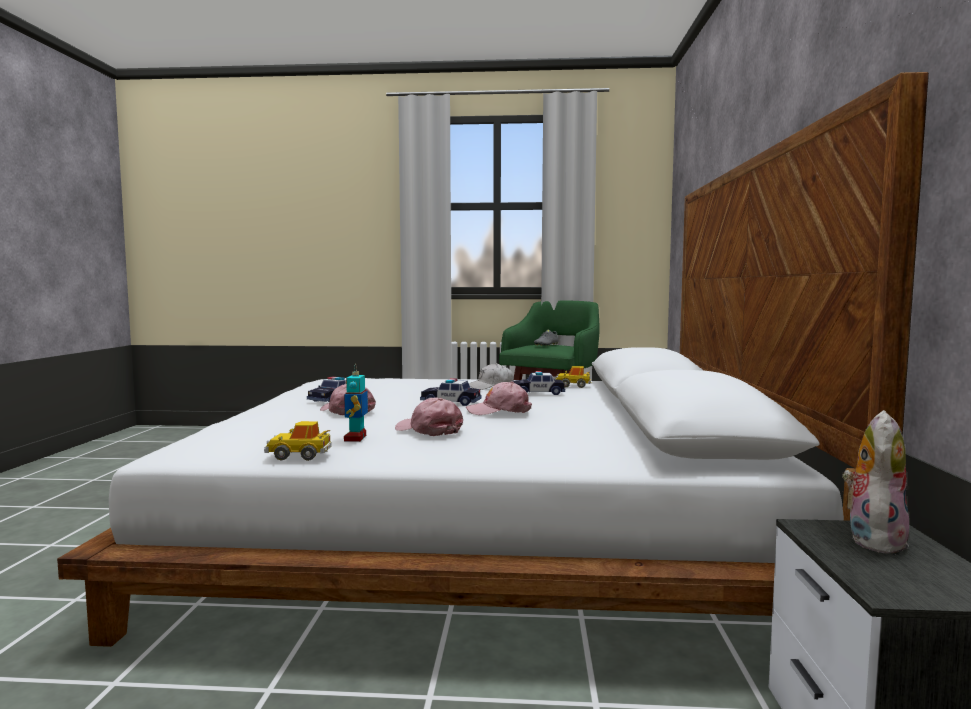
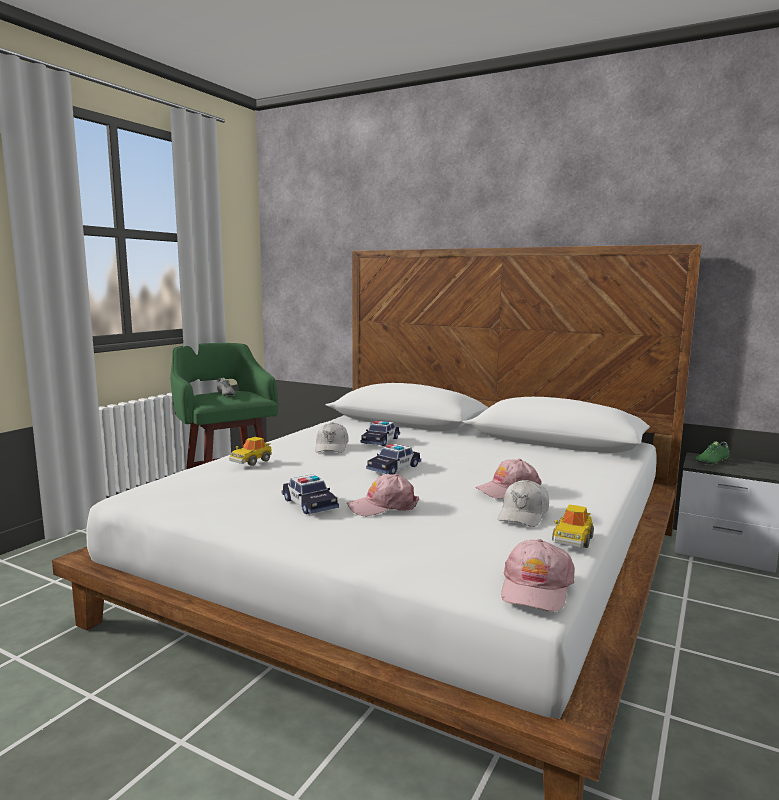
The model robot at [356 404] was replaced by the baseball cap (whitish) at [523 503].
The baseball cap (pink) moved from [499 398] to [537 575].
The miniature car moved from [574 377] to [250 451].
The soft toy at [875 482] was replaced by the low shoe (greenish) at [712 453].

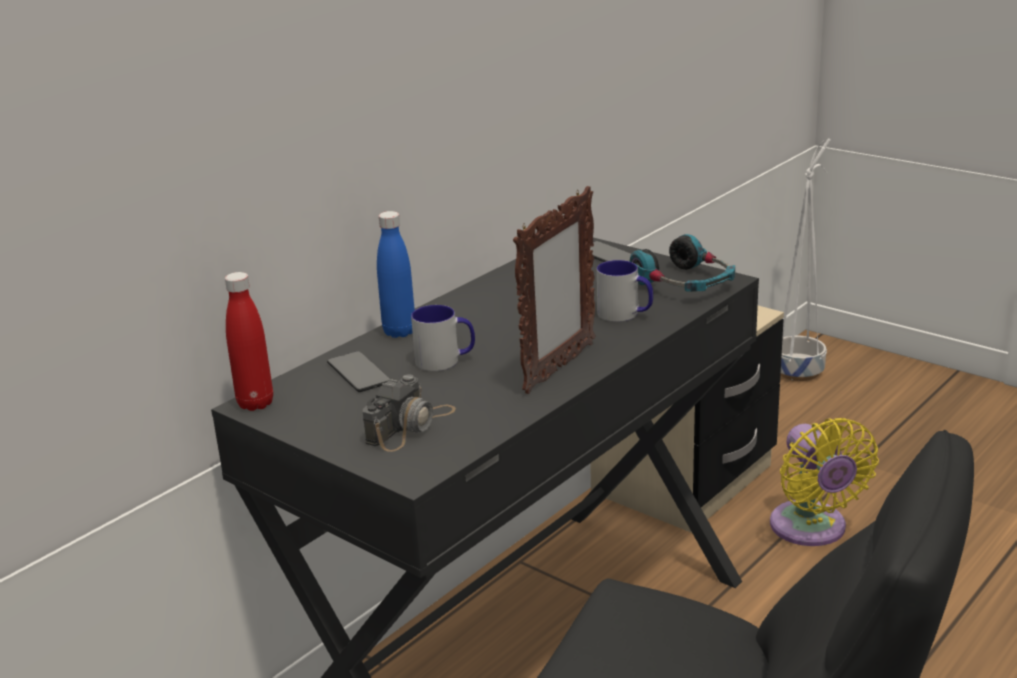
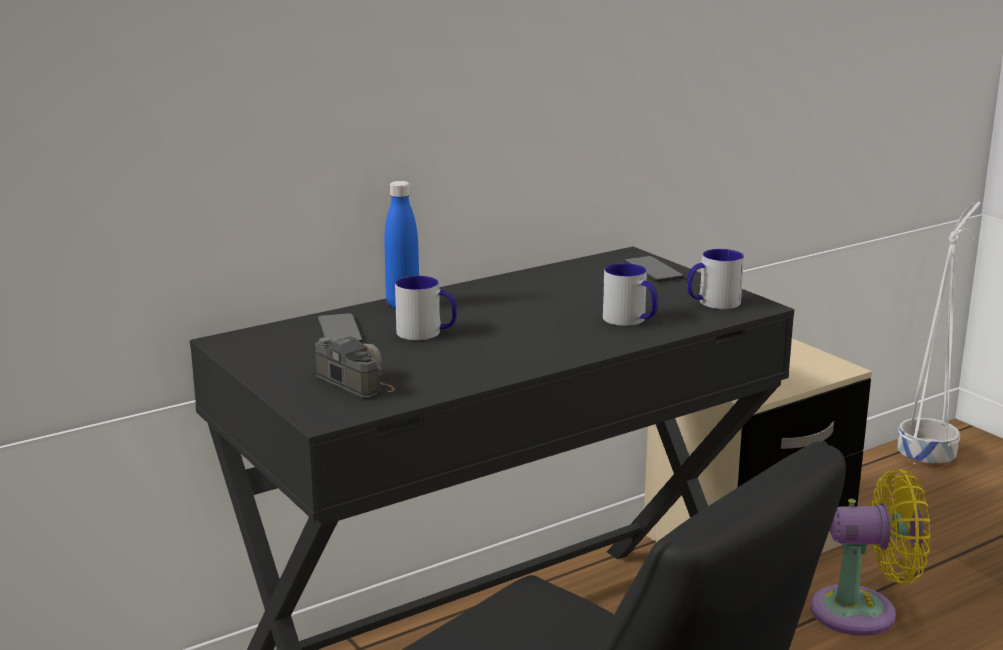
The bottle (red-coloured) at [249 341] disappeared.
The photo camera at [409 413] turned 90 degrees counterclockwise.
The photo frame at [554 290] disappeared.
The headphones at [682 263] was replaced by the coffee mug at [715 279].
The cooling fan (yellow) at [824 482] turned 90 degrees counterclockwise.

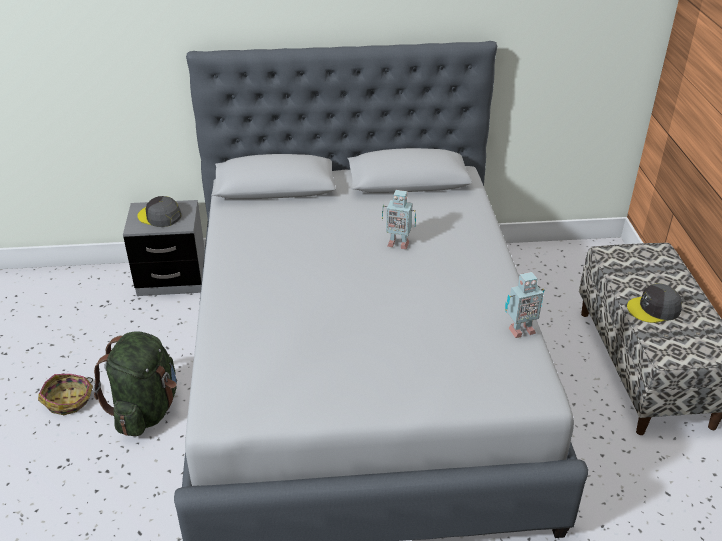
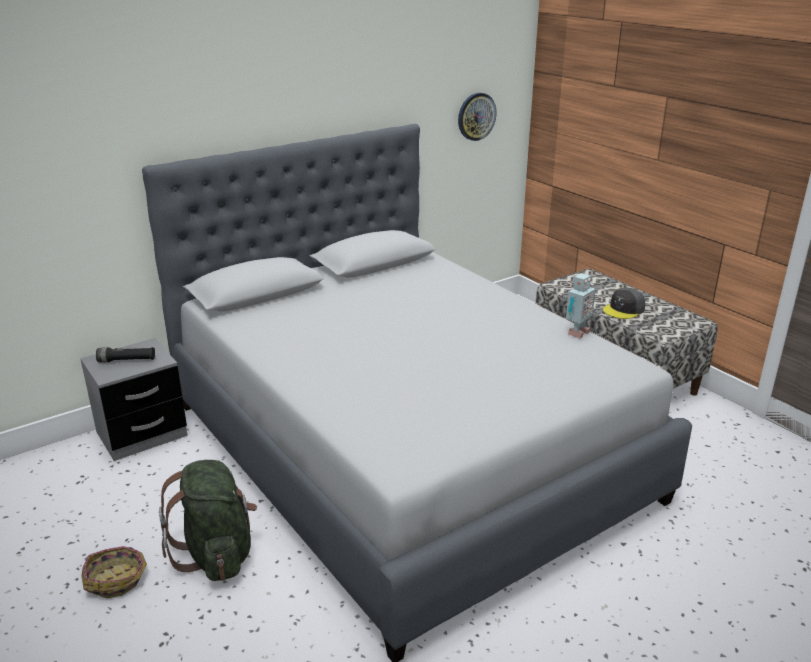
The baseball cap (grey) at [159 211] was replaced by the torch (black-coloured) at [125 355].
The model robot at [399 220] disappeared.
The hanging clock at [477 117] appeared.

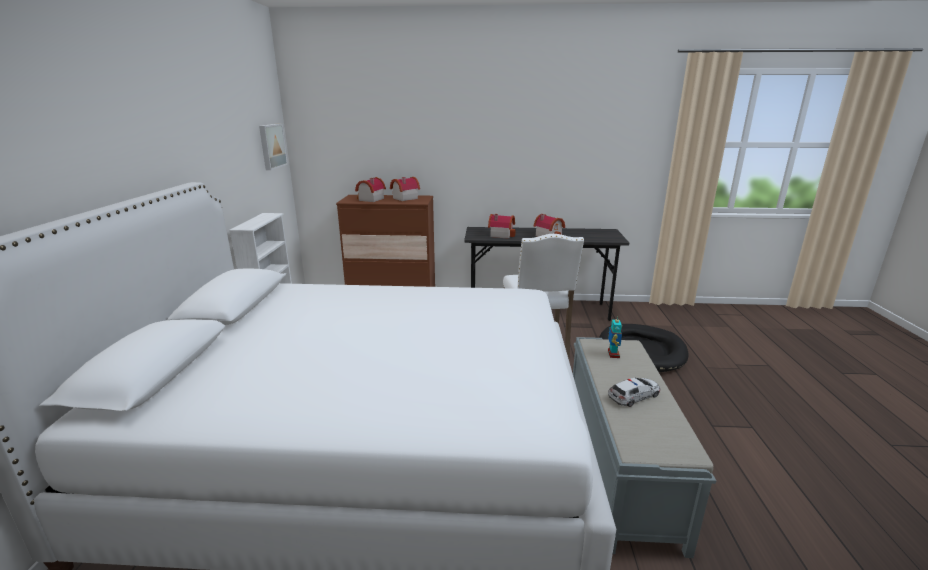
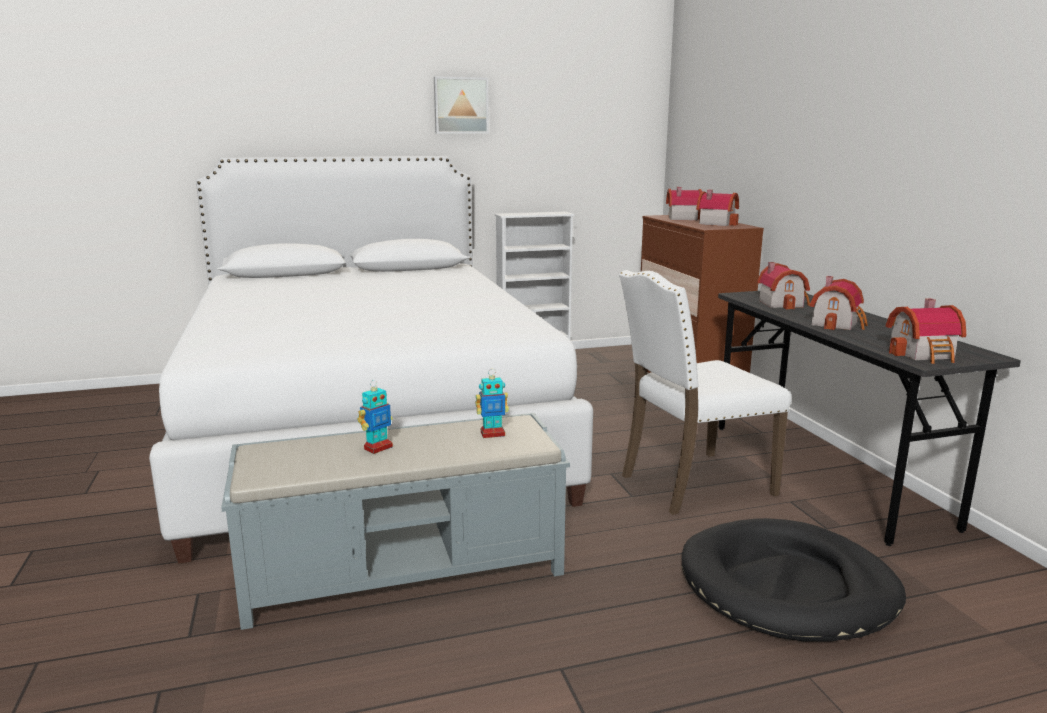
The wall art moved from [273 147] to [461 105].
The miniature car at [634 392] was replaced by the model robot at [375 417].
The model house at [926 331] appeared.

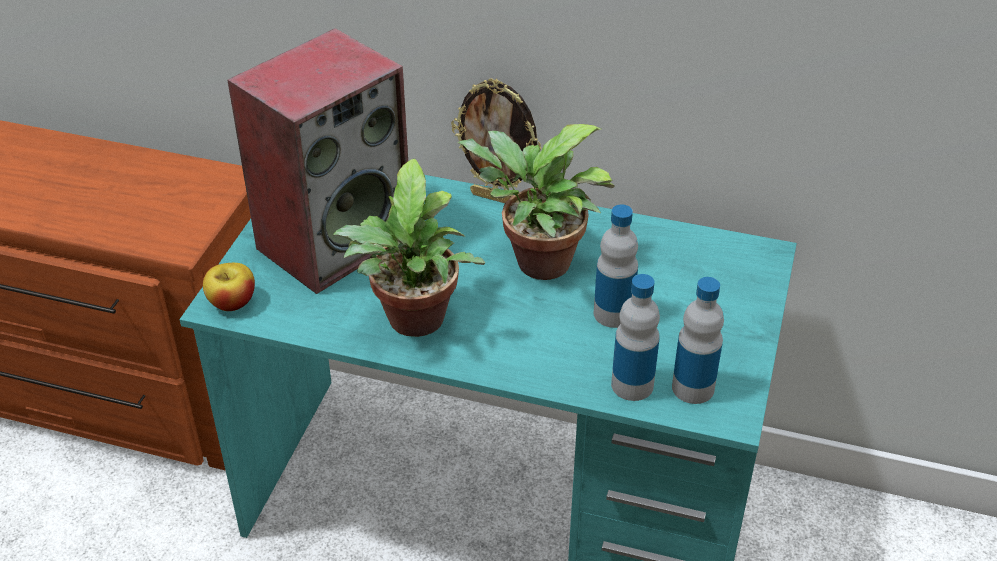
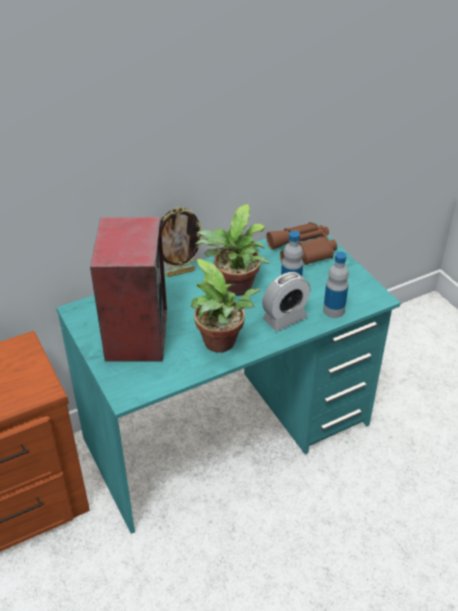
The whole apple at [229 287] disappeared.
The bottle at [698 340] disappeared.
The alarm clock at [286 301] appeared.
The field glasses (brown) at [301 243] appeared.

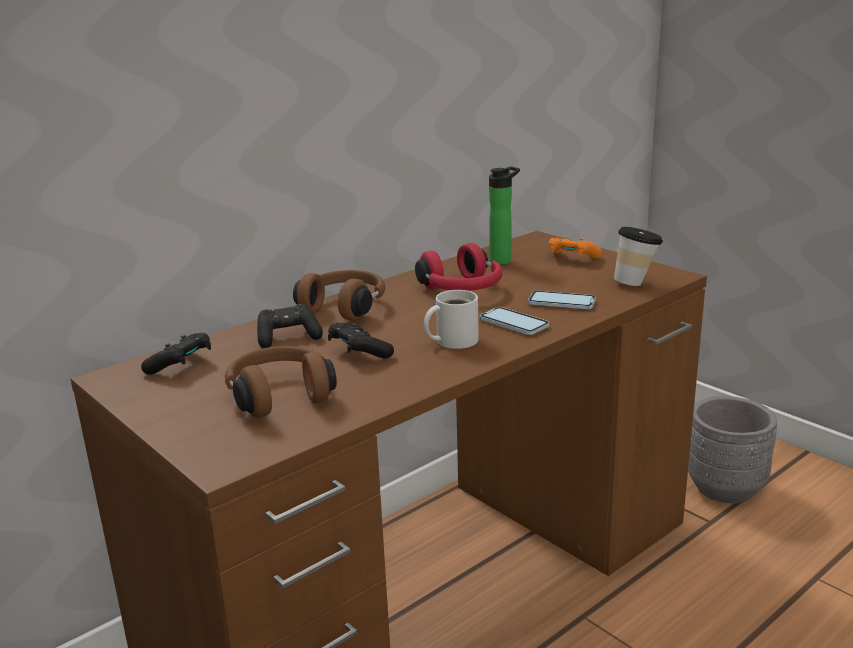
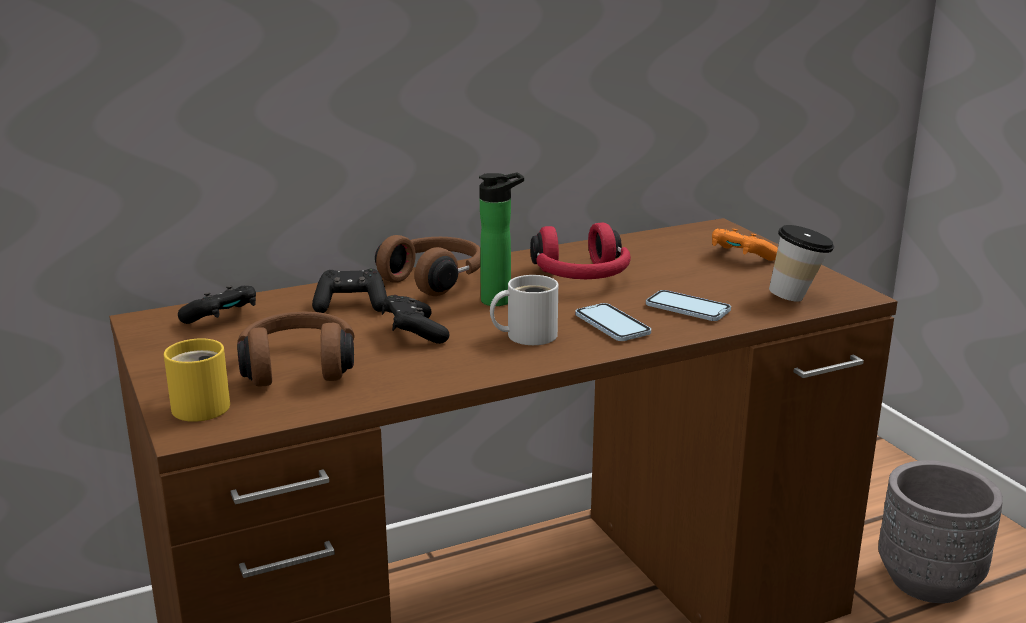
The bottle moved from [504 215] to [501 239].
The coffee mug (yellow) at [197 380] appeared.

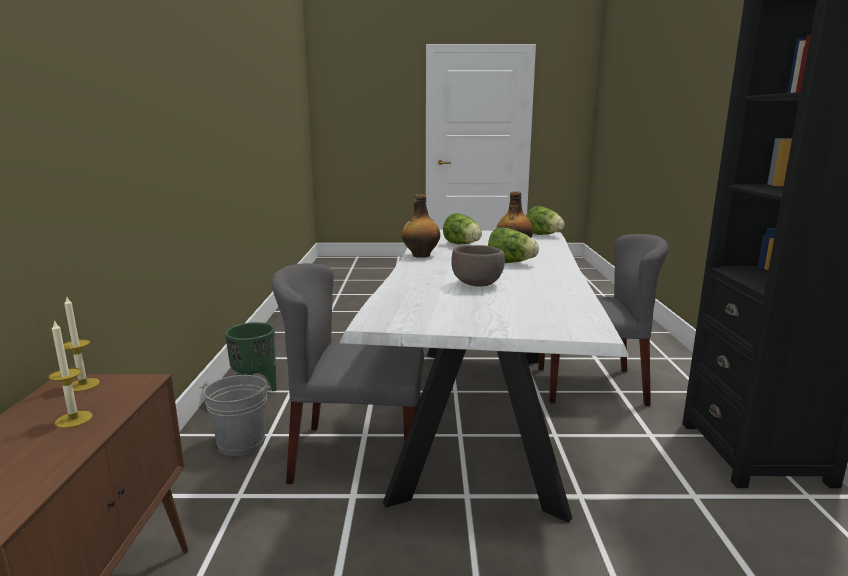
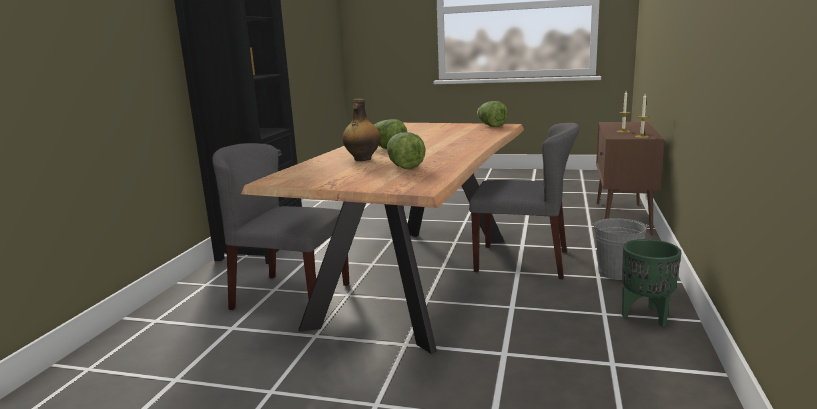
The kitchen table (whitish) at [484 376] became the kitchen table (brown) at [382 238].
The bottle at [421 226] disappeared.
The deep dish (brown) at [478 266] disappeared.
The lettuce moved from [545 220] to [492 114].

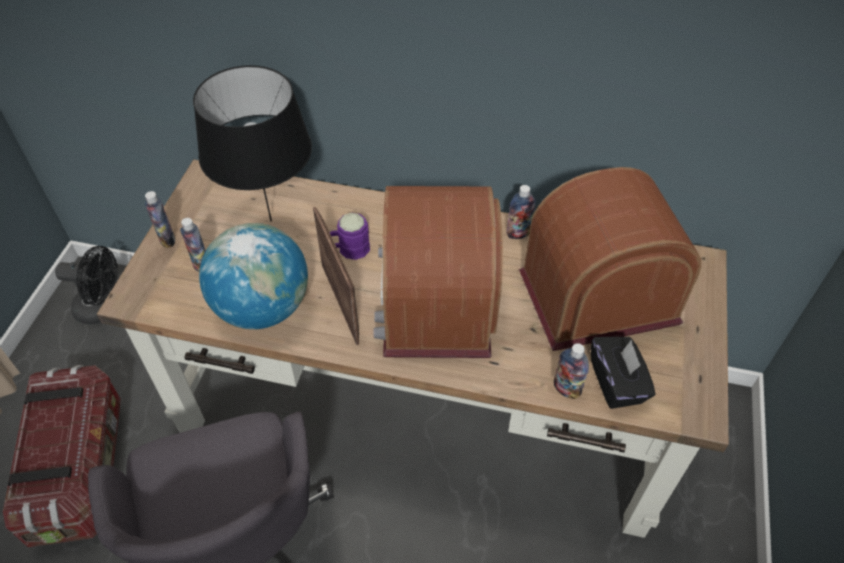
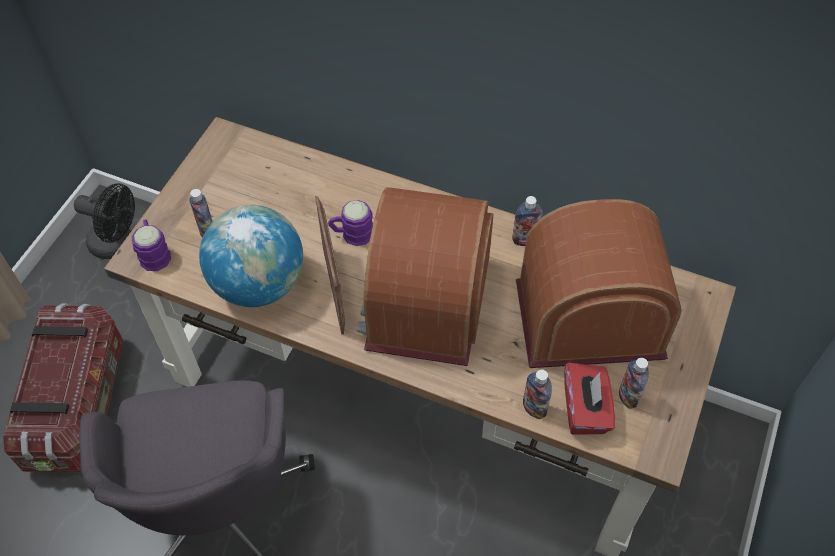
The bottle moved from [160 219] to [634 383].
The lamp for a table (black-coloured) at [252 143] disappeared.
The box of tissues (black-coloured) at [623 373] became the box of tissues (red-coloured) at [589 399].
The coffee mug (purple) at [151 245] appeared.

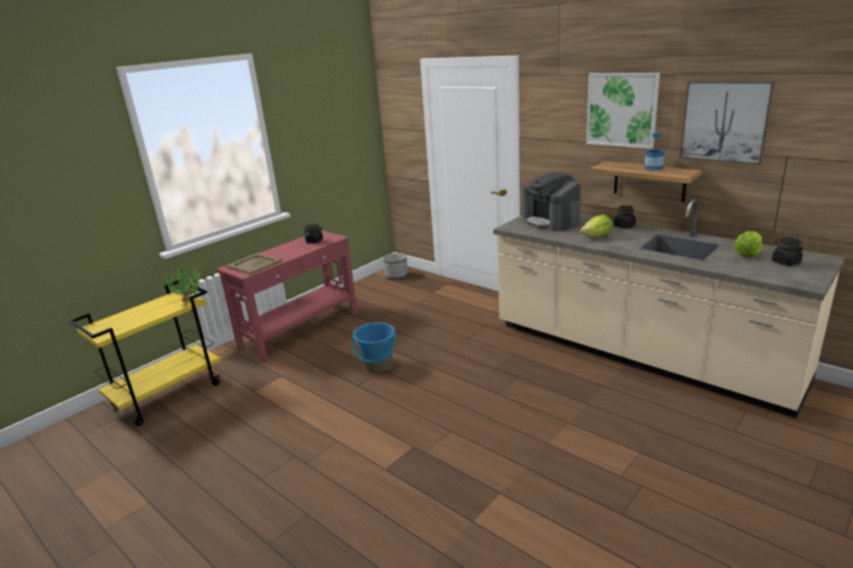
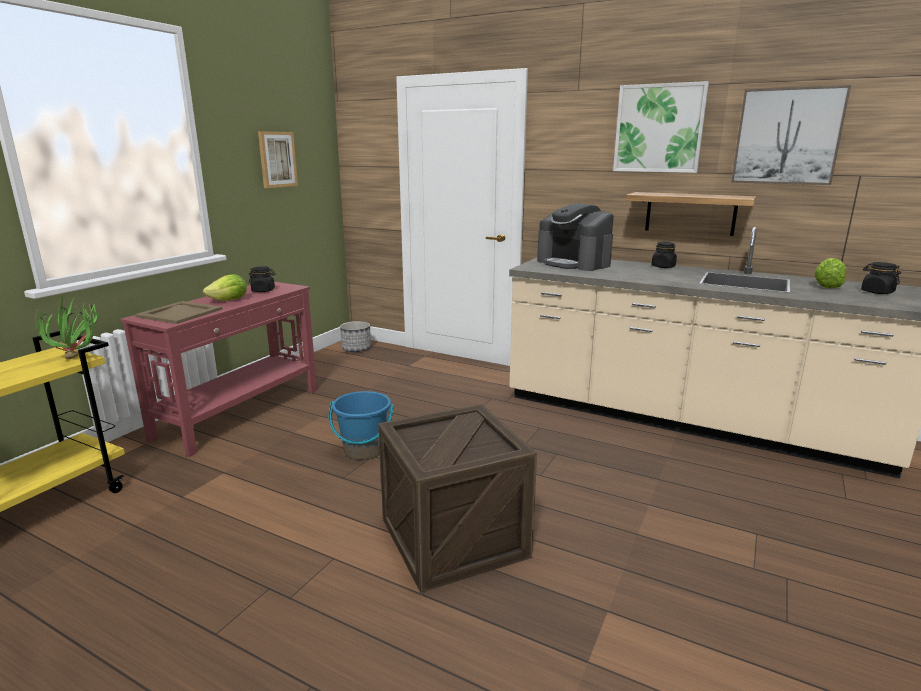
The lettuce moved from [596 226] to [225 287].
The bottle at [654 151] disappeared.
The wall art at [278 159] appeared.
The packing crate at [457 498] appeared.

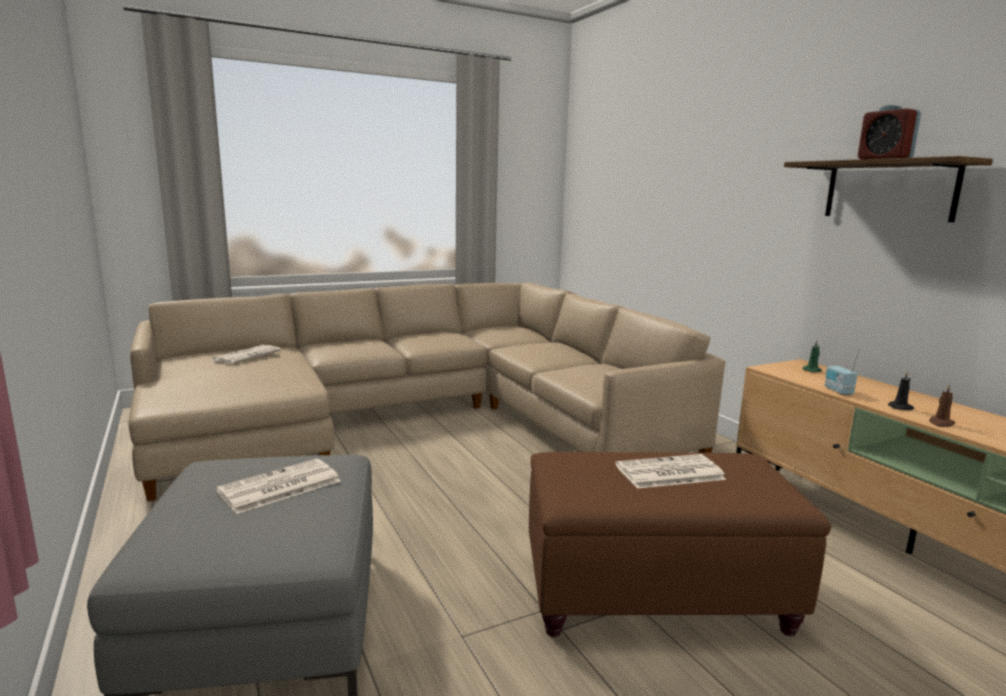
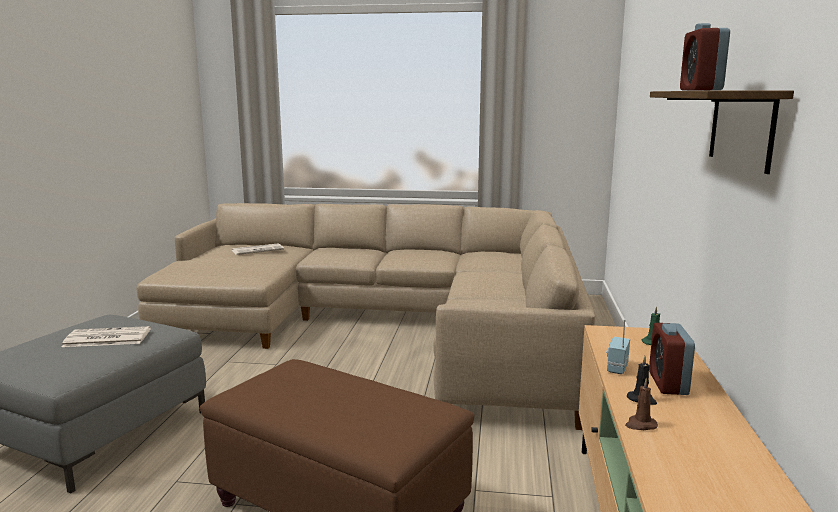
The newspaper at [671 471] disappeared.
The alarm clock at [672 359] appeared.

